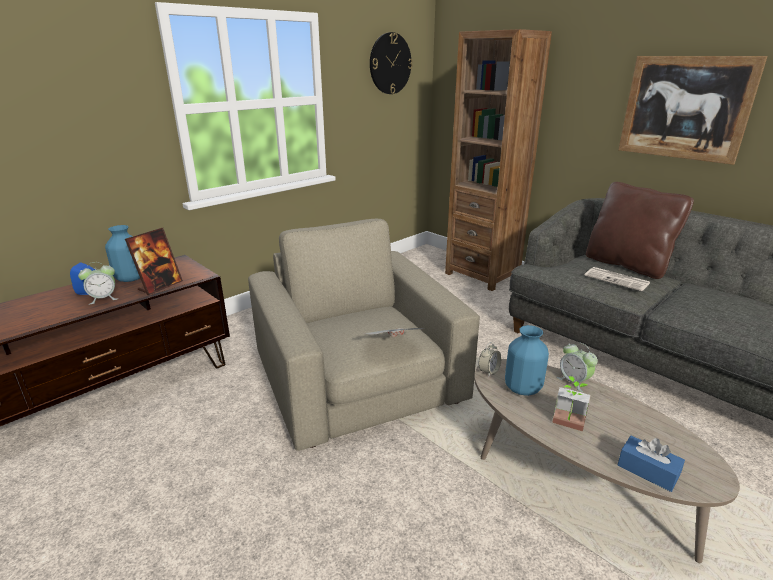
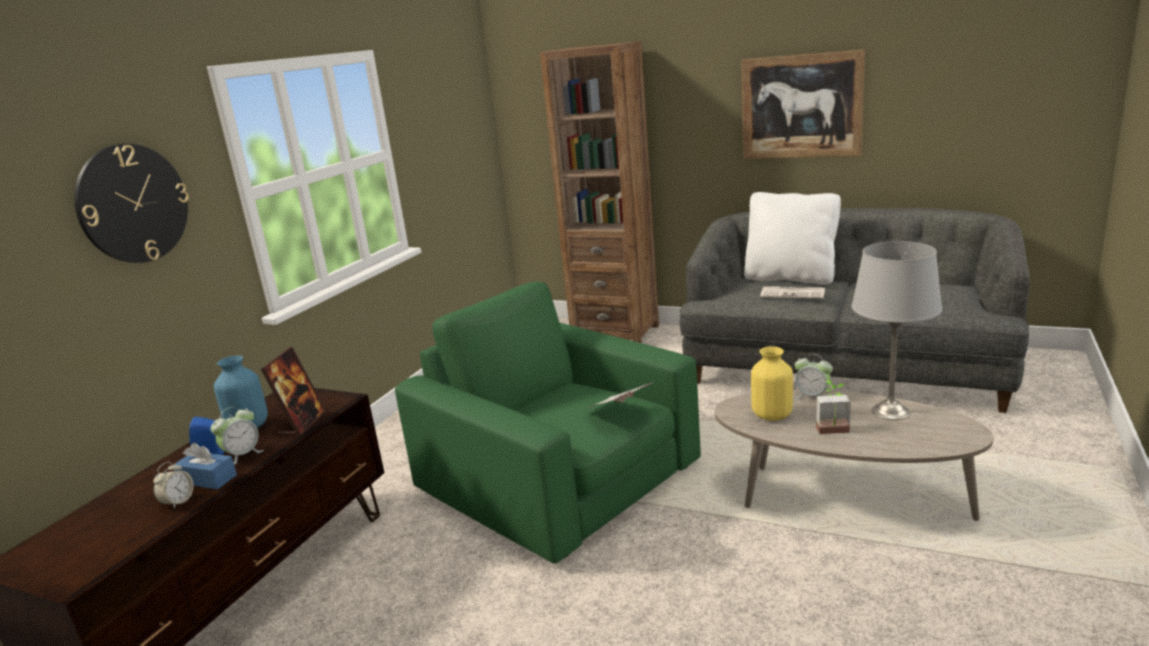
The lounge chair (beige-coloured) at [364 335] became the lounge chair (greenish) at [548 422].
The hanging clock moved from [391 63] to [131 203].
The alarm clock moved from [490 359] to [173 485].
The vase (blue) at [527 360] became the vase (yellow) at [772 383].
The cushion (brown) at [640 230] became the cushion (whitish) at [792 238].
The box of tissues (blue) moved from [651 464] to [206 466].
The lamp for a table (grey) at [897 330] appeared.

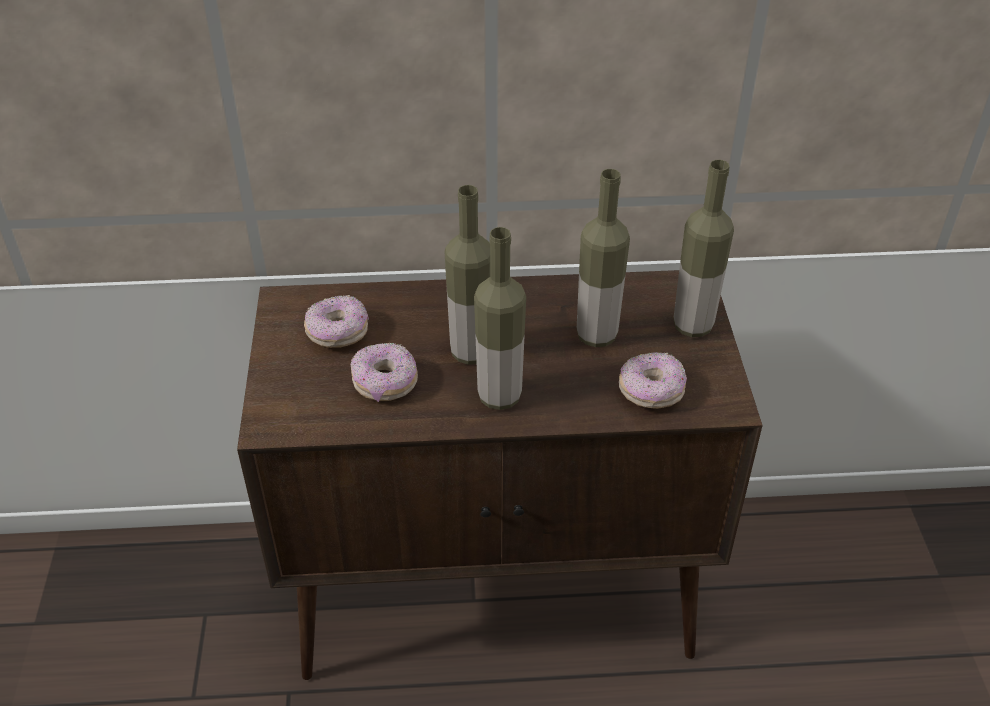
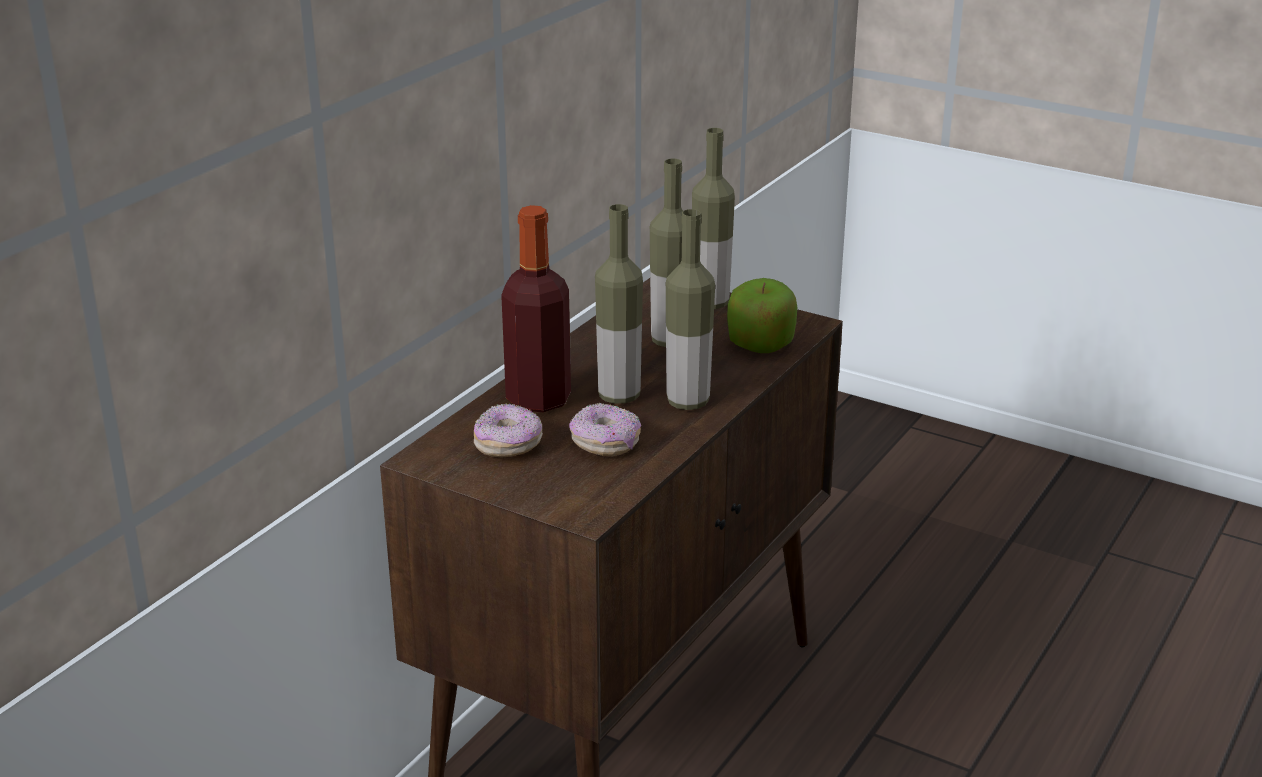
The donut at [653 380] was replaced by the whole apple at [762 315].
The bottle at [536 308] appeared.

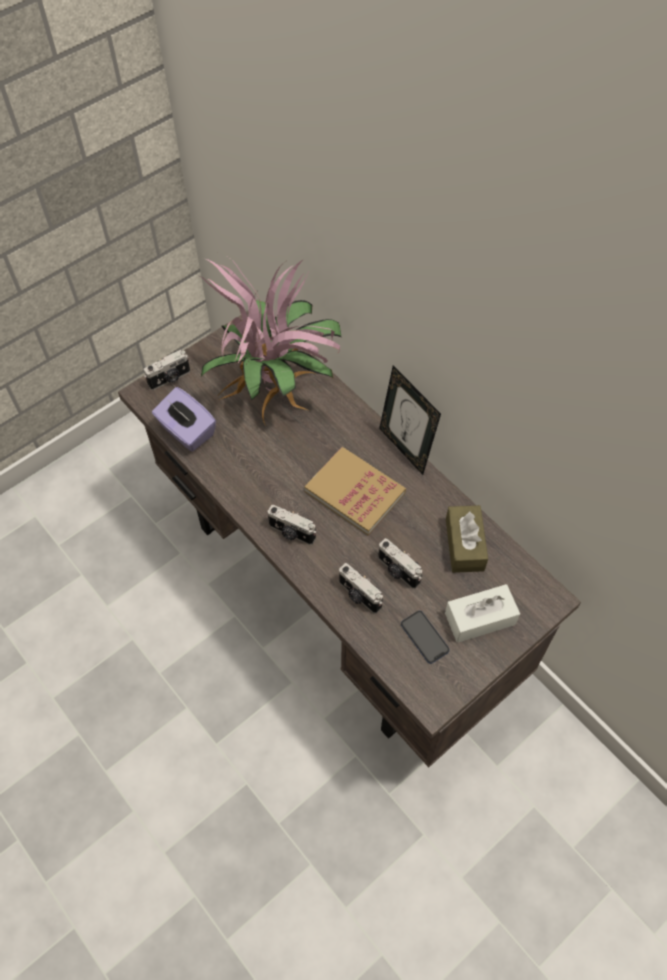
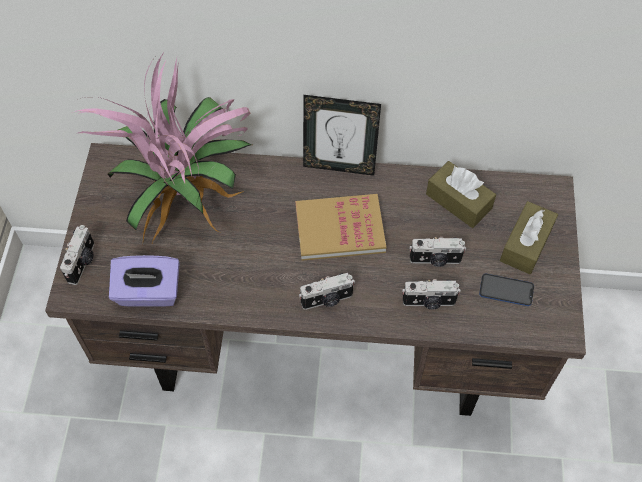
The box of tissues (whitish) at [482 613] became the box of tissues (brown) at [529 237].

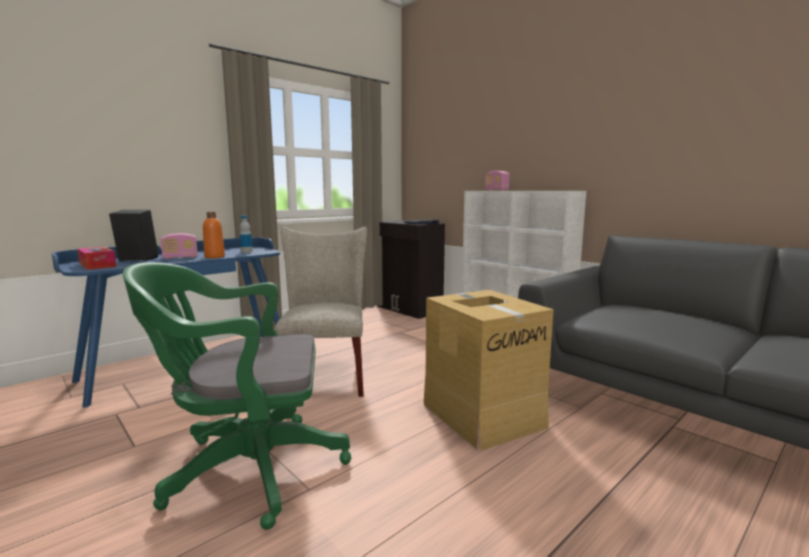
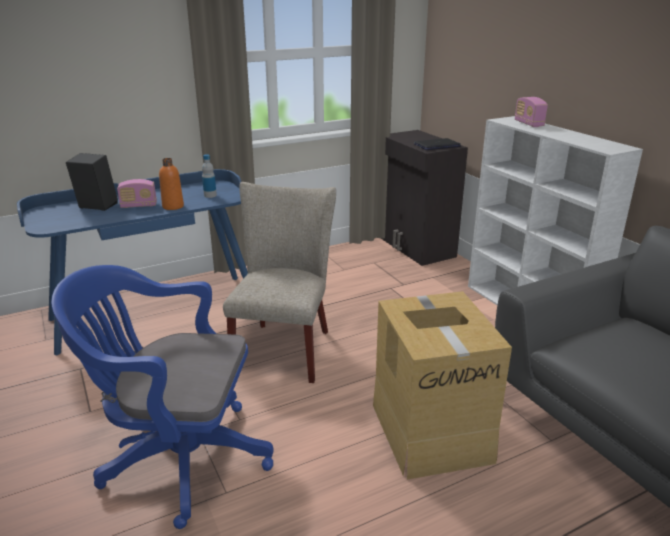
The box of tissues at [97 258] disappeared.
The computer chair (greenish) at [237 396] became the computer chair (blue) at [162 397].

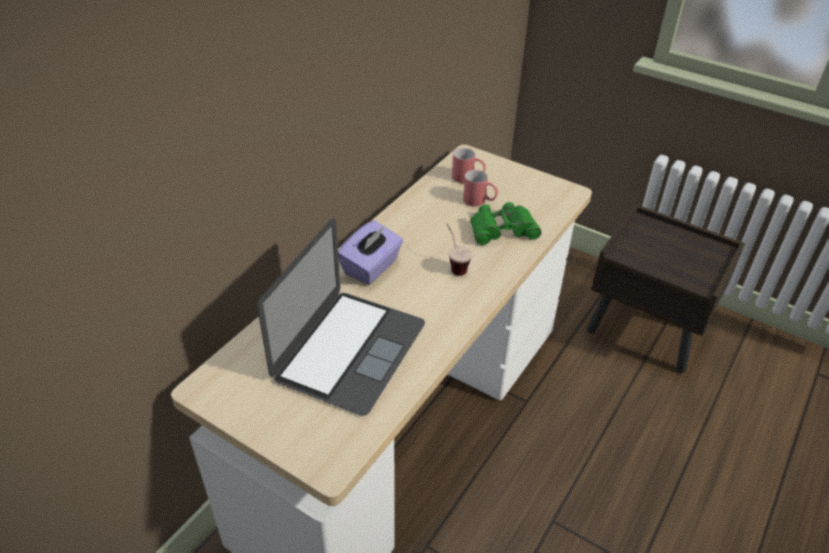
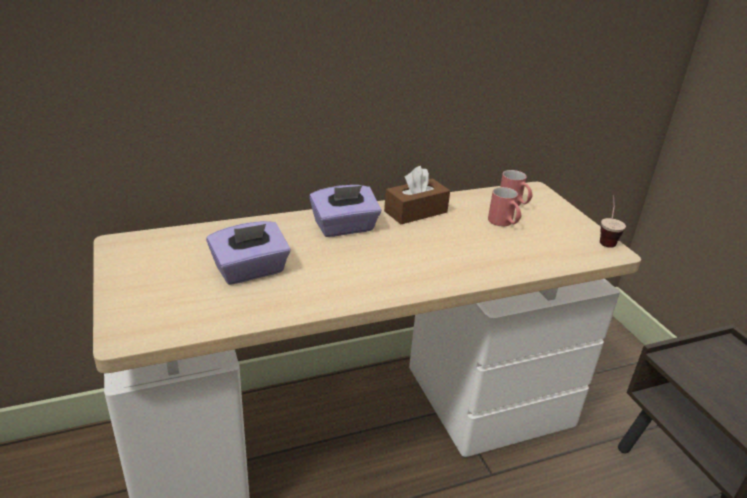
The laptop at [341 317] was replaced by the box of tissues (purple) at [249 253].
The cup moved from [459 250] to [613 221].
The field glasses (greenish) at [505 223] disappeared.
The box of tissues (brown) at [417 195] appeared.

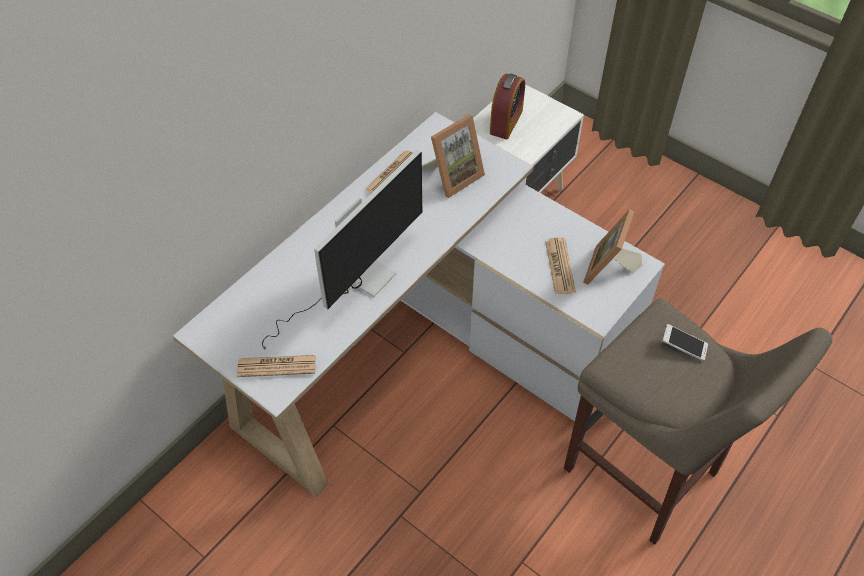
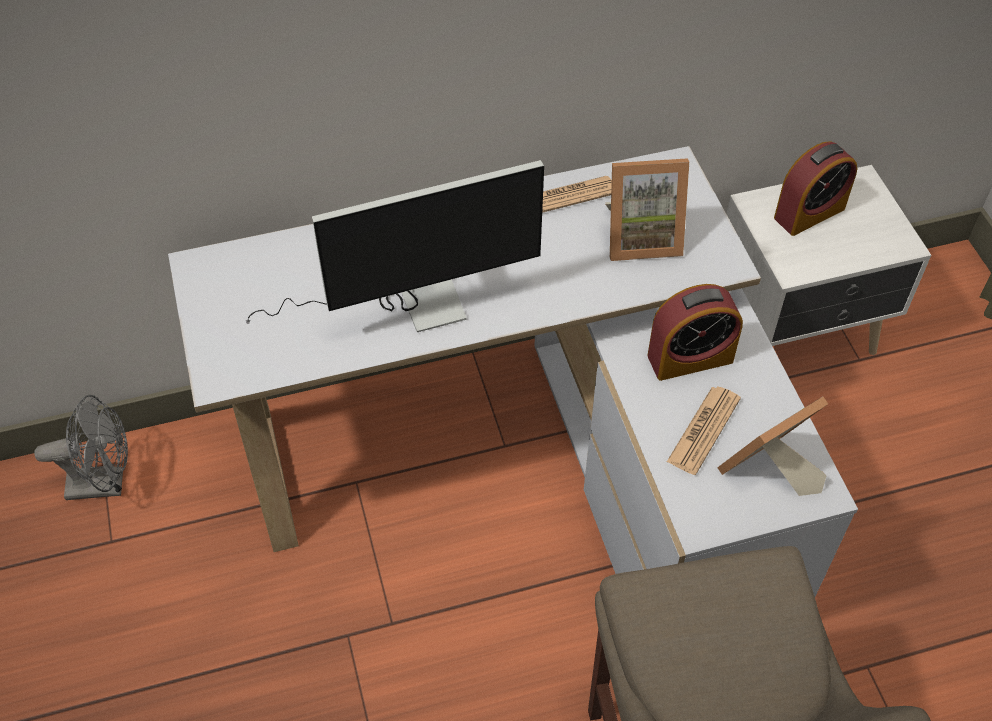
The newspaper at [276 366] disappeared.
The phone at [685 342] disappeared.
The cooling fan (grey) at [81 447] appeared.
The alarm clock at [695 332] appeared.

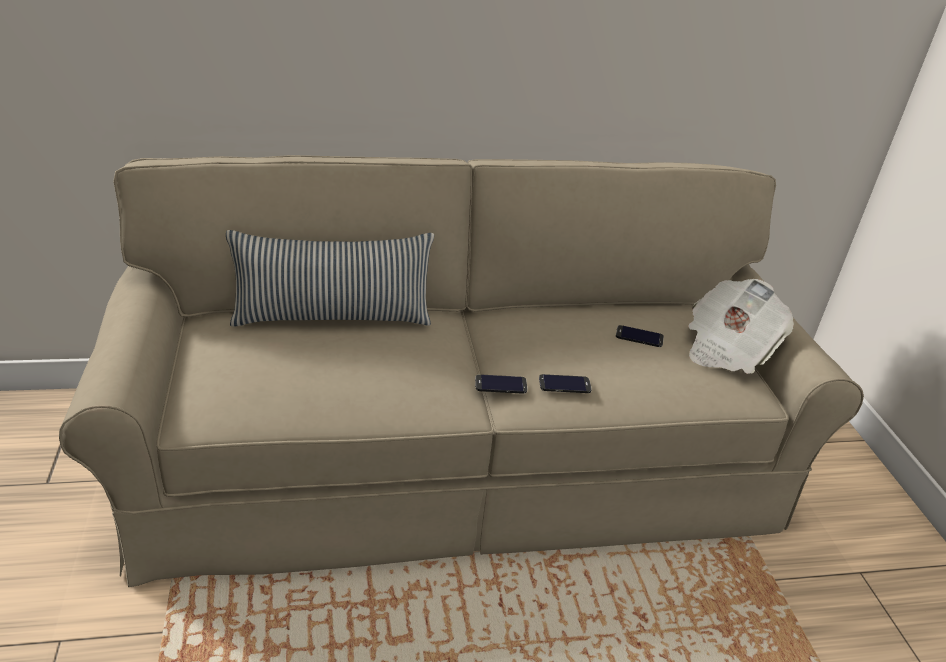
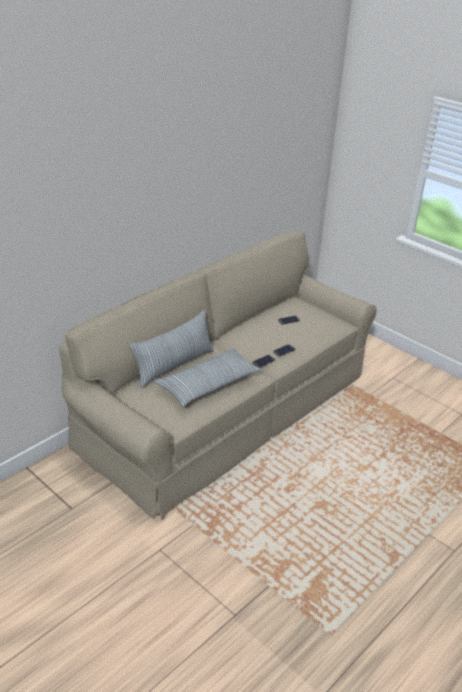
The newspaper at [741 326] disappeared.
The cushion at [208 377] appeared.

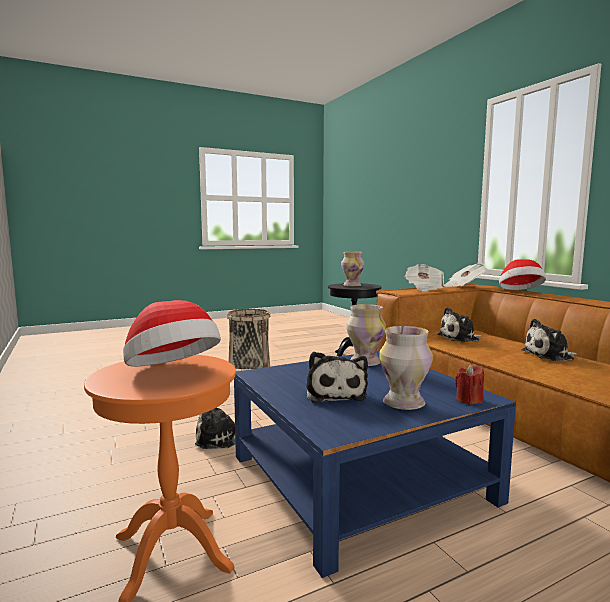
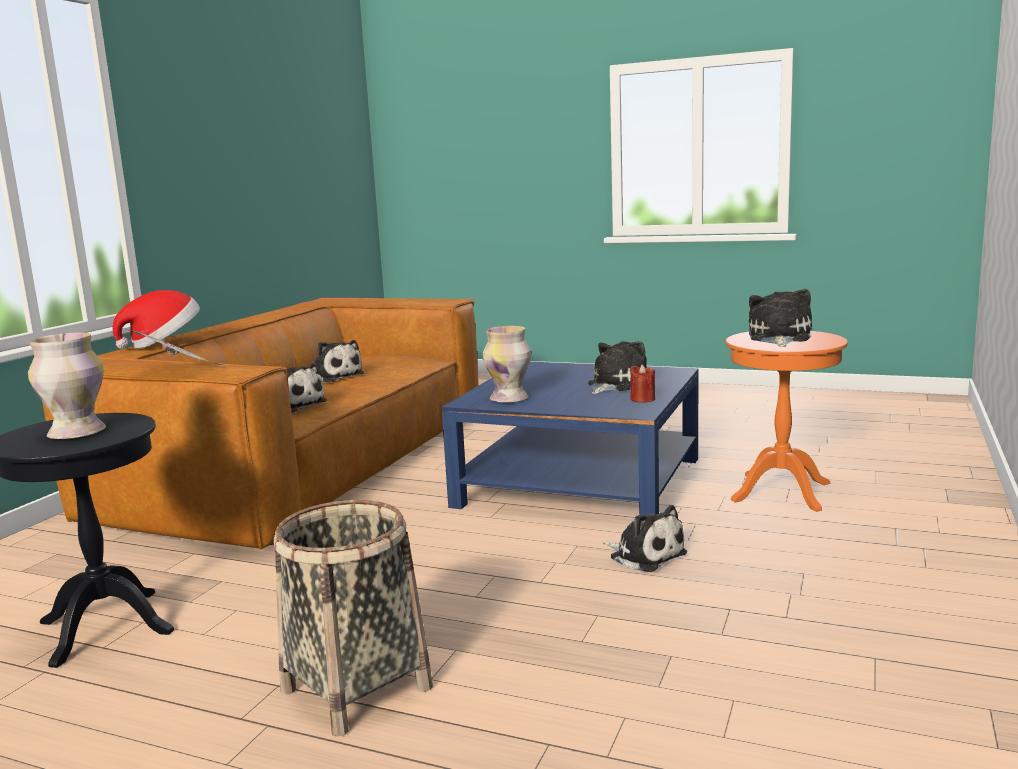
The wearable hat at [172 333] was replaced by the soft toy at [780 318].
The vase at [406 368] disappeared.
The newspaper at [465 275] disappeared.
The candle (red-coloured) moved from [469 384] to [642 383].

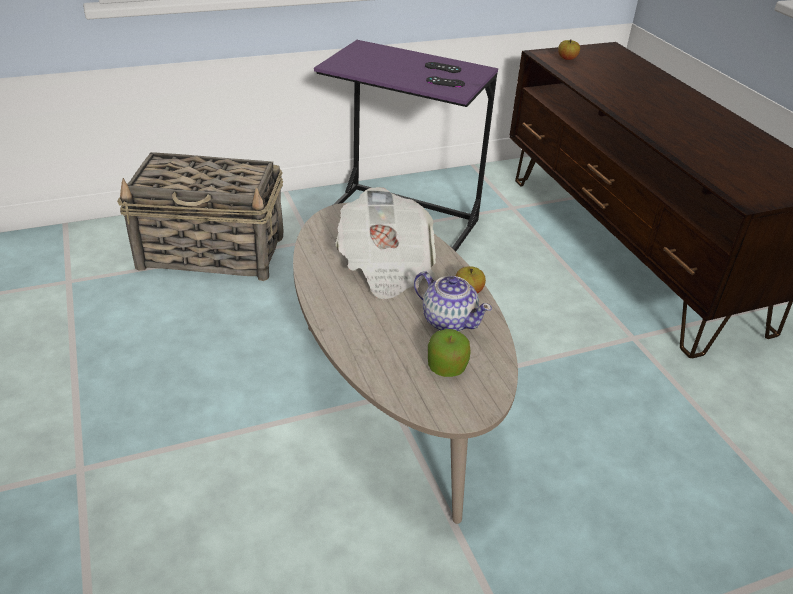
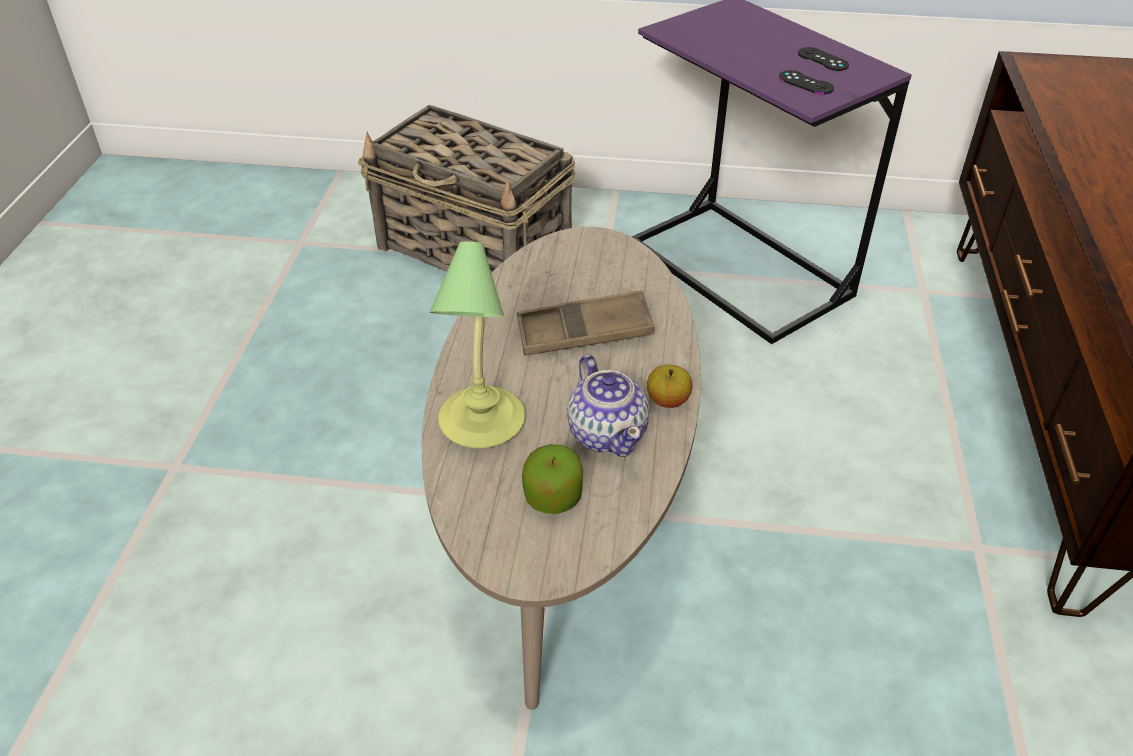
The newspaper at [385 243] was replaced by the carrying tray (brown) at [586 322].
The whole apple at [569 50] disappeared.
The lamp for a table at [477 345] appeared.

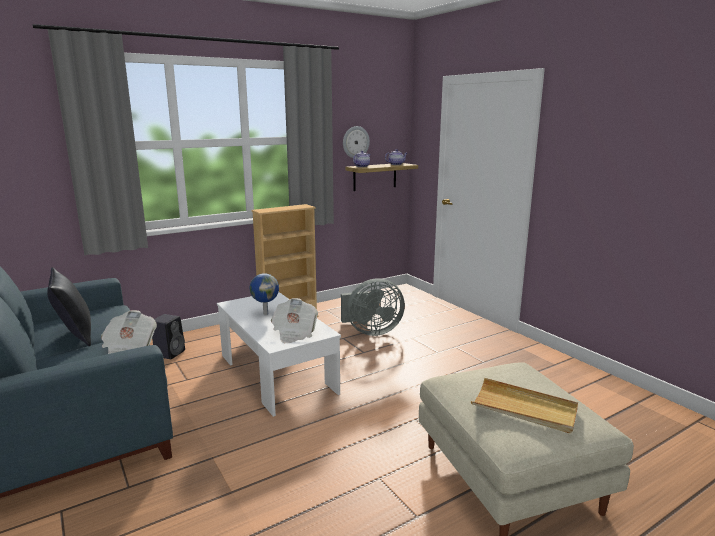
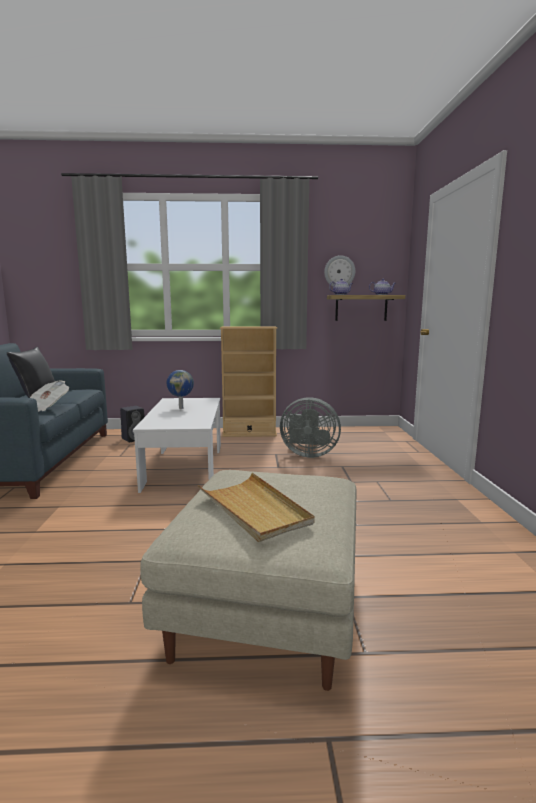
The newspaper at [294 320] disappeared.

